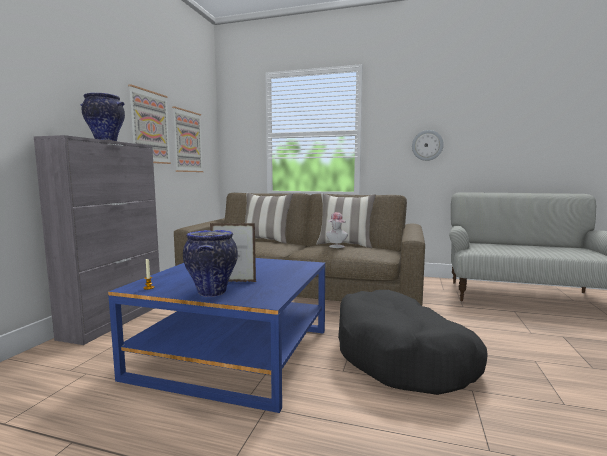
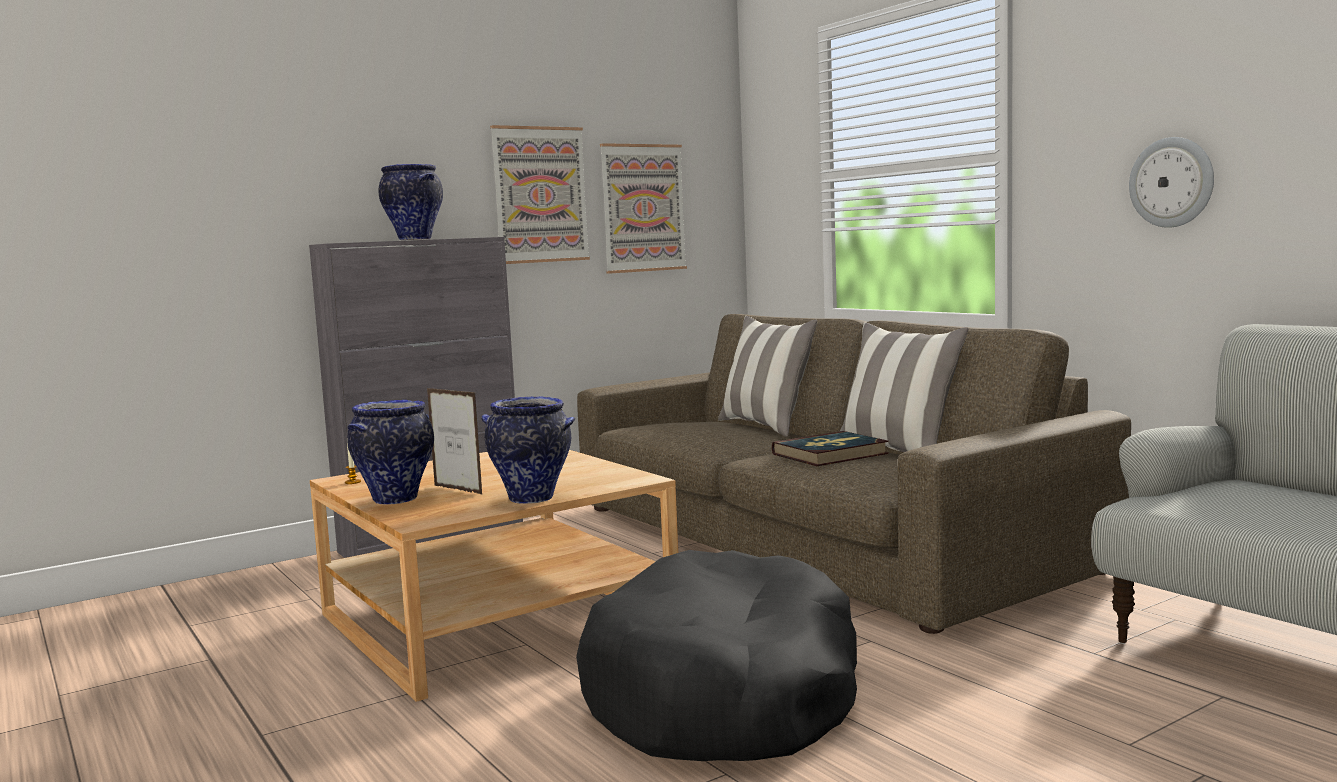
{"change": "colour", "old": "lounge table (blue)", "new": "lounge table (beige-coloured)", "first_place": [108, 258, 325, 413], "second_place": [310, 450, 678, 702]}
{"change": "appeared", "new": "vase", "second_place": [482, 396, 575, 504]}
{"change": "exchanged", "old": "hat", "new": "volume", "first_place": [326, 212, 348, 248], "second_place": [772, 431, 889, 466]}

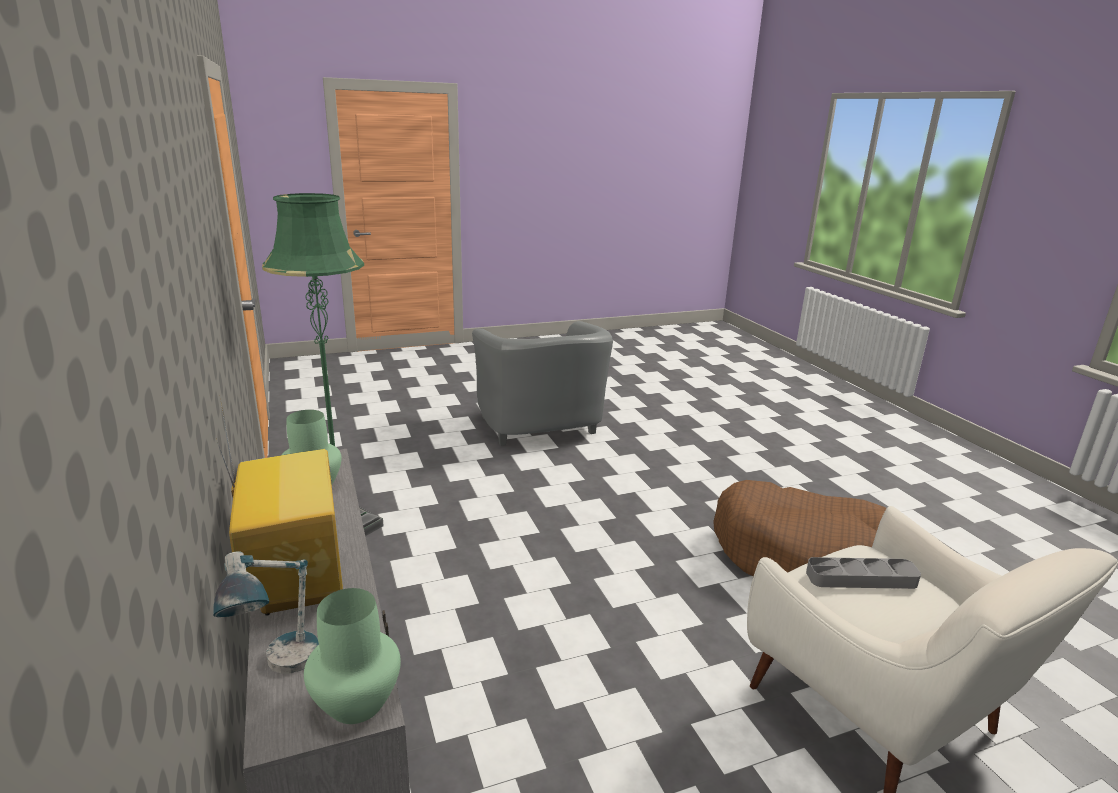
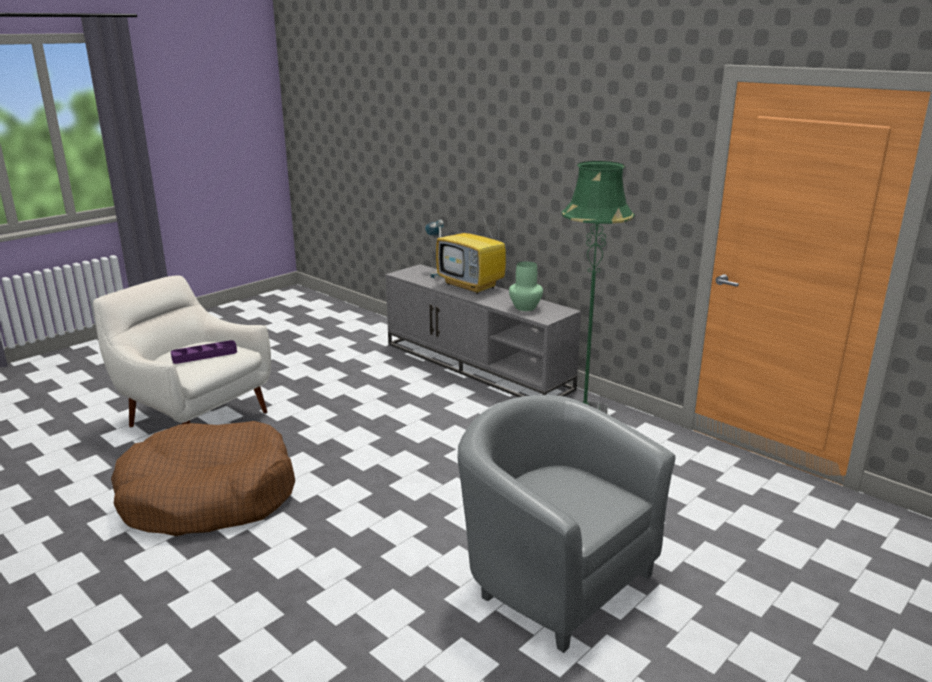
{"change": "colour", "old": "carrying tray (greyish)", "new": "carrying tray (purple)", "first_place": [806, 557, 921, 589], "second_place": [171, 340, 237, 364]}
{"change": "missing", "old": "vase (green)", "first_place": [304, 588, 401, 724]}

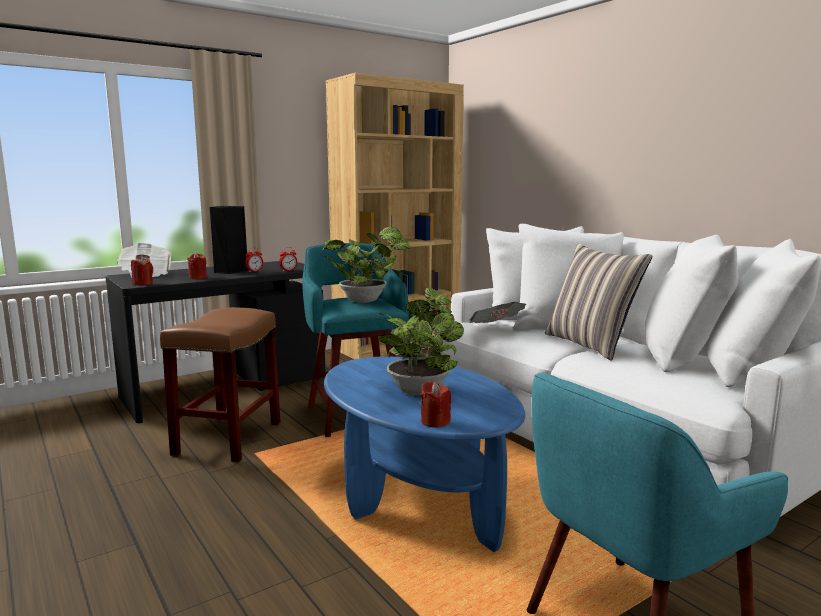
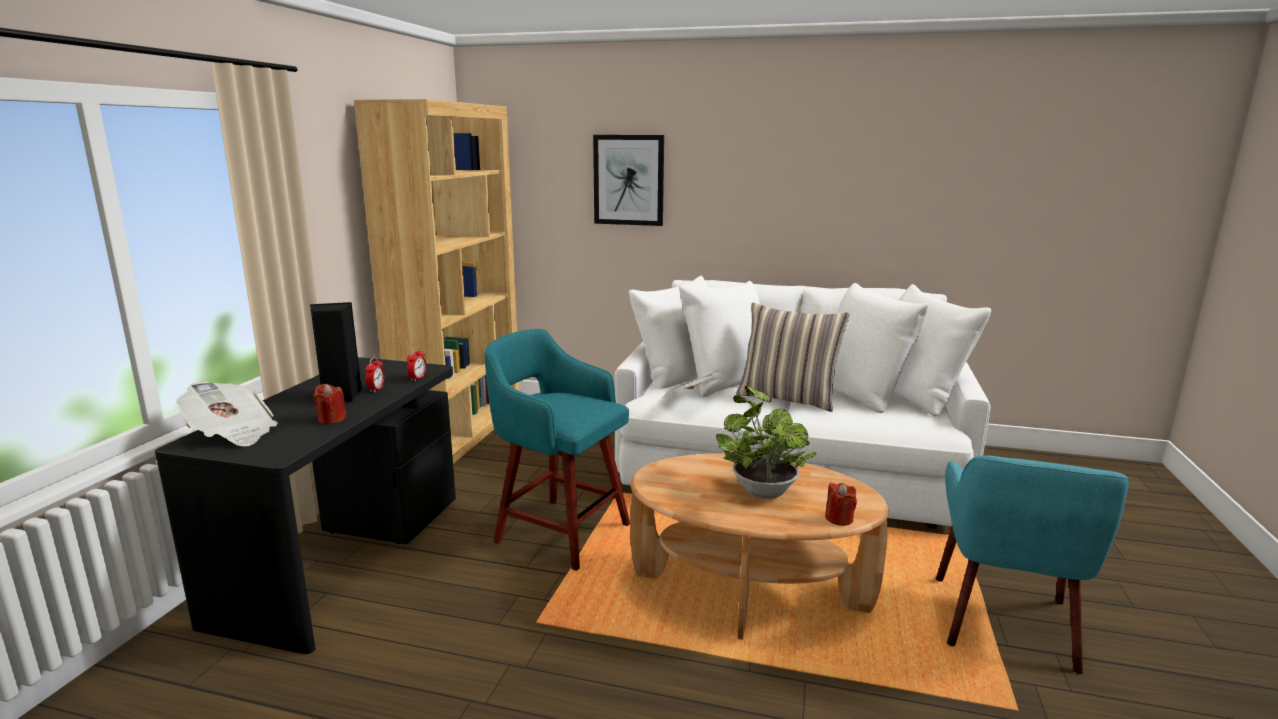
{"change": "appeared", "new": "wall art", "second_place": [593, 135, 664, 226]}
{"change": "colour", "old": "lounge table (blue)", "new": "lounge table (brownish)", "first_place": [324, 357, 525, 552], "second_place": [631, 454, 889, 640]}
{"change": "missing", "old": "wax light (reddish)", "first_place": [131, 257, 153, 285]}
{"change": "missing", "old": "stool (brownish)", "first_place": [160, 307, 281, 463]}
{"change": "missing", "old": "potted plant", "first_place": [322, 227, 411, 303]}

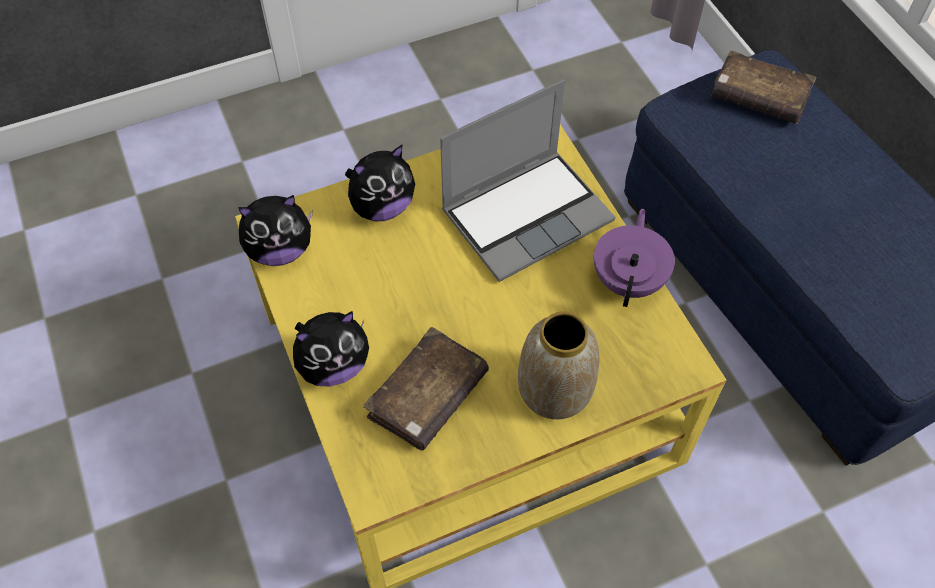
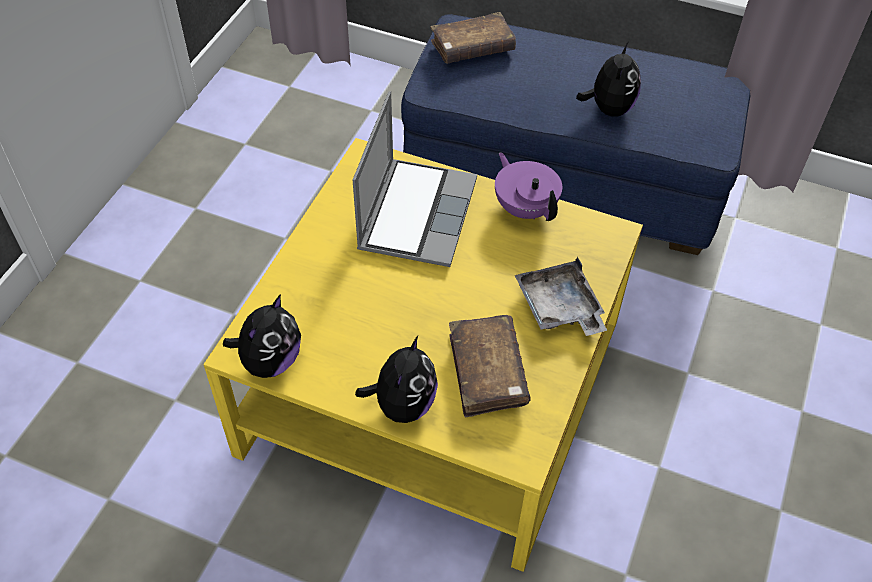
{"change": "exchanged", "old": "vase", "new": "carrying tray (greyish)", "first_place": [518, 312, 599, 419], "second_place": [515, 257, 607, 336]}
{"change": "relocated", "old": "plush toy", "first_place": [345, 145, 415, 221], "second_place": [576, 43, 641, 117]}

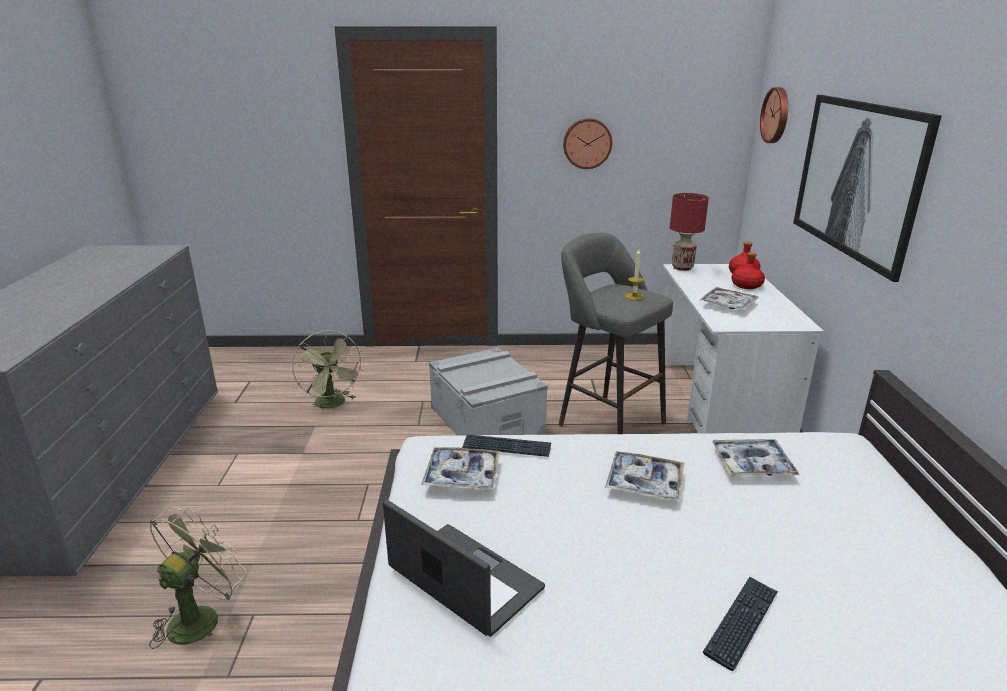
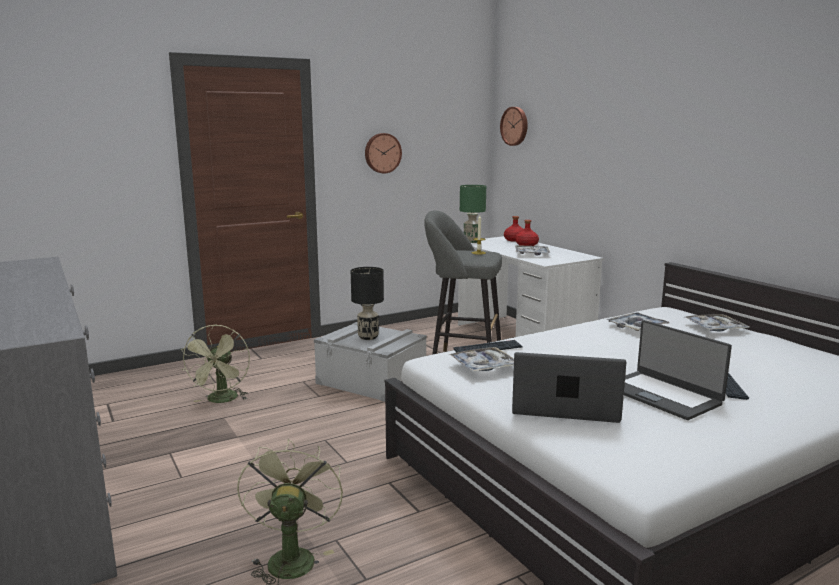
{"change": "spun", "old": "cooling fan (green)", "first_place": [292, 330, 363, 413], "second_place": [181, 325, 250, 403], "degrees": 60}
{"change": "appeared", "new": "table lamp (blackish)", "second_place": [351, 267, 384, 340]}
{"change": "colour", "old": "table lamp (reddish)", "new": "table lamp (green)", "first_place": [670, 193, 709, 271], "second_place": [460, 185, 486, 243]}
{"change": "appeared", "new": "notebook computer", "second_place": [624, 320, 732, 420]}
{"change": "relocated", "old": "carrying tray", "first_place": [605, 451, 684, 501], "second_place": [686, 314, 750, 331]}
{"change": "missing", "old": "wall art", "first_place": [793, 95, 942, 282]}

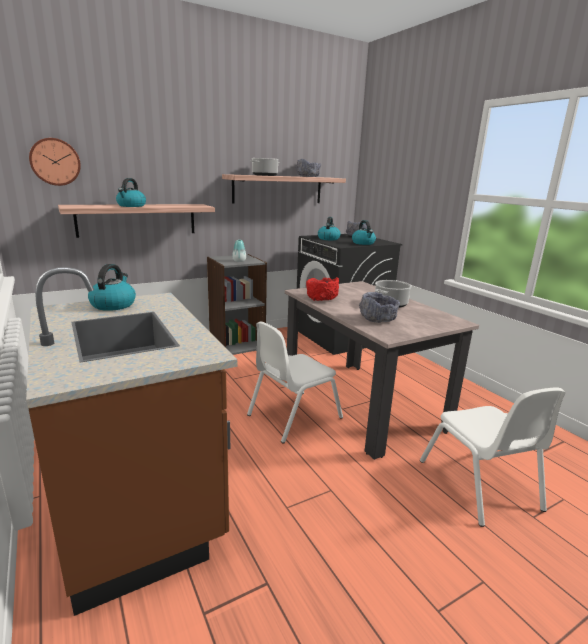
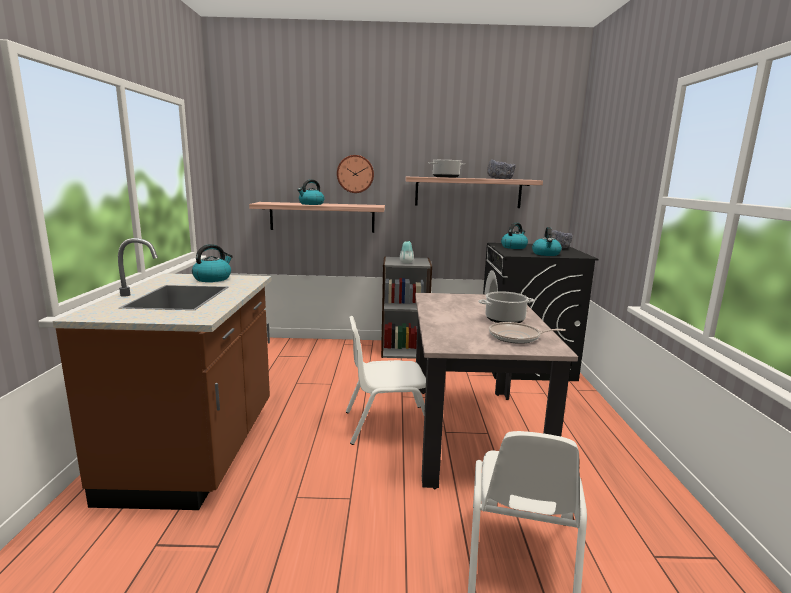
{"change": "relocated", "old": "clock on the wall", "first_place": [29, 138, 81, 186], "second_place": [337, 155, 374, 193]}
{"change": "appeared", "new": "frying pan", "second_place": [489, 322, 566, 344]}
{"change": "missing", "old": "bowl (reddish)", "first_place": [306, 277, 339, 301]}
{"change": "missing", "old": "bowl (greyish)", "first_place": [359, 292, 400, 323]}

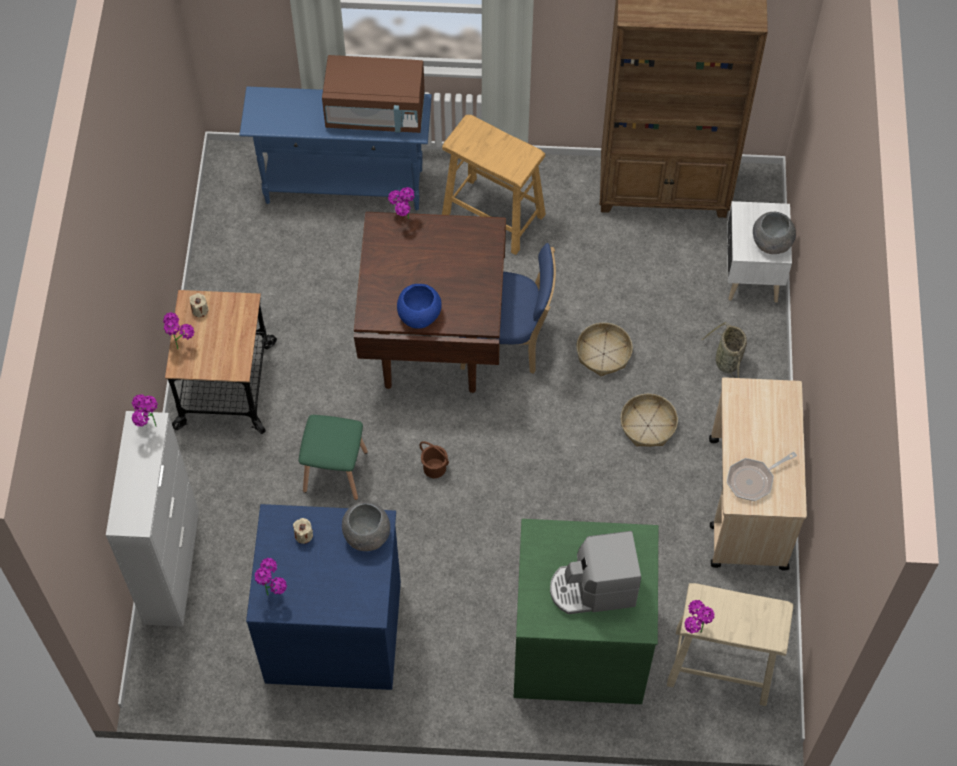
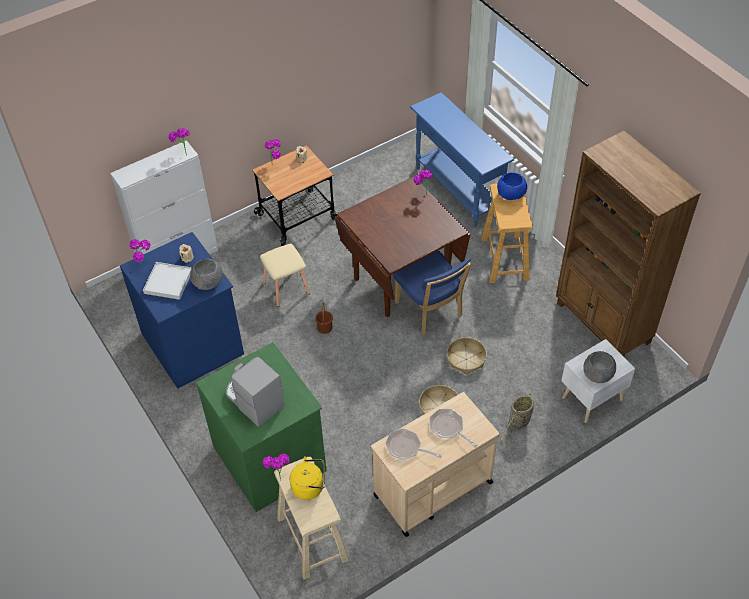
{"change": "appeared", "new": "carrying tray (whitish)", "second_place": [143, 262, 192, 300]}
{"change": "colour", "old": "stool (green)", "new": "stool (beige-coloured)", "first_place": [299, 415, 368, 500], "second_place": [260, 244, 310, 307]}
{"change": "appeared", "new": "kettle (yellow)", "second_place": [290, 456, 325, 500]}
{"change": "appeared", "new": "frying pan", "second_place": [430, 409, 478, 447]}
{"change": "relocated", "old": "bowl (blue)", "first_place": [397, 284, 442, 329], "second_place": [497, 172, 527, 200]}
{"change": "missing", "old": "kitchen microwave (brownish)", "first_place": [322, 55, 425, 133]}

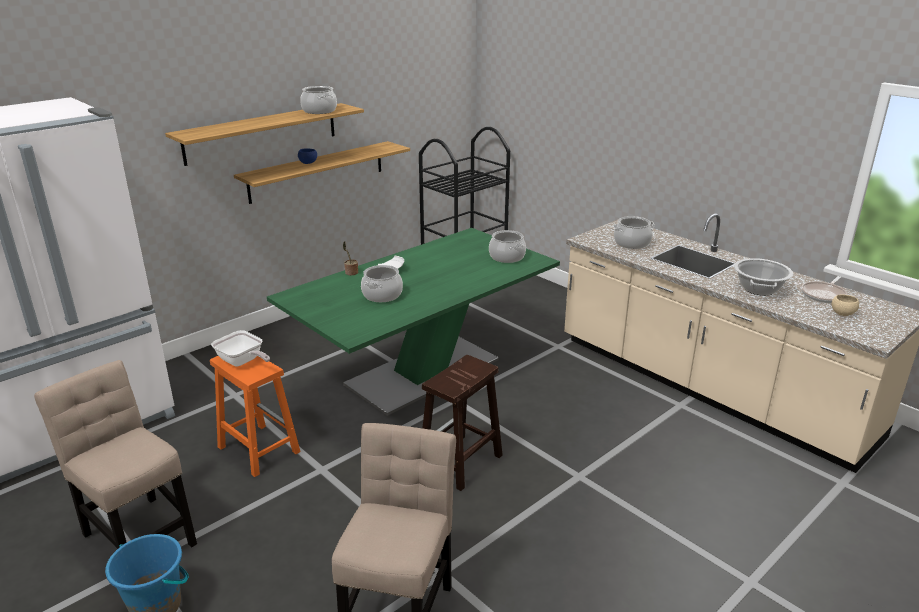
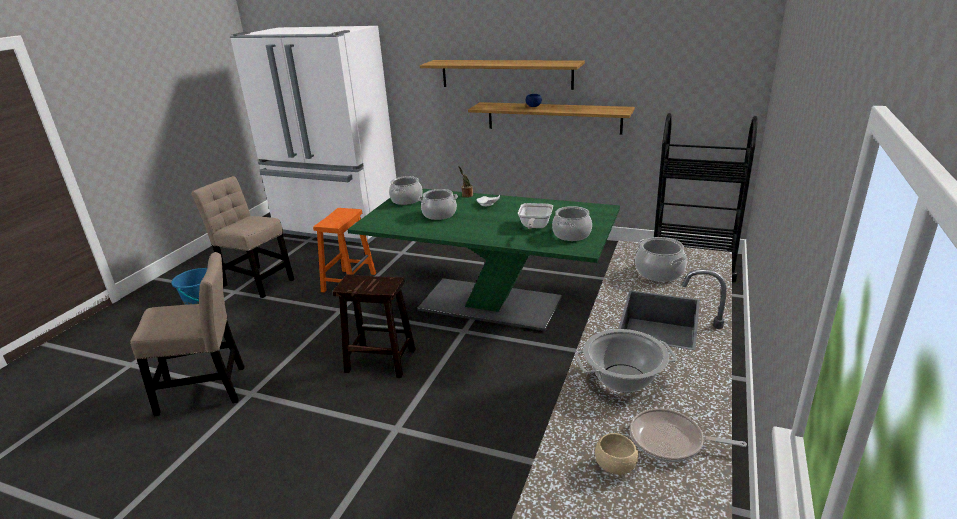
{"change": "spun", "old": "plain chair (beige-coloured)", "first_place": [34, 360, 197, 549], "second_place": [192, 176, 294, 298], "degrees": -75}
{"change": "relocated", "old": "stockpot", "first_place": [300, 86, 337, 114], "second_place": [389, 176, 423, 205]}
{"change": "relocated", "old": "frying pan", "first_place": [211, 330, 270, 367], "second_place": [518, 203, 553, 229]}

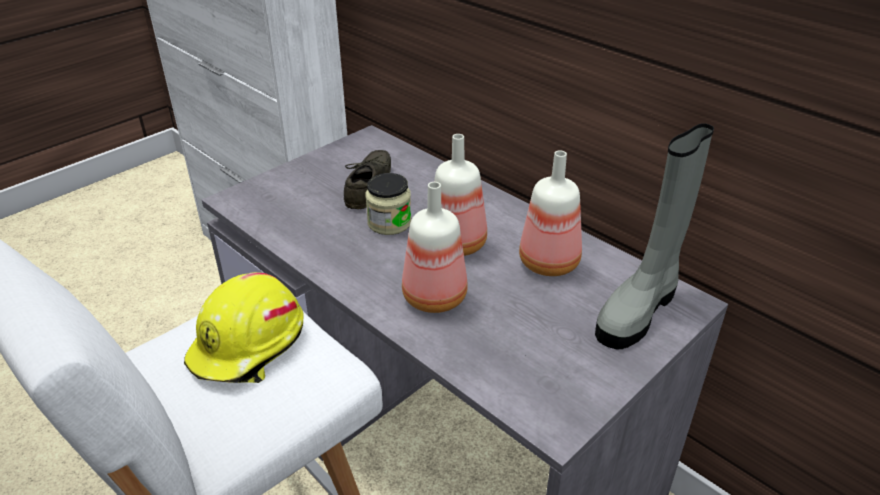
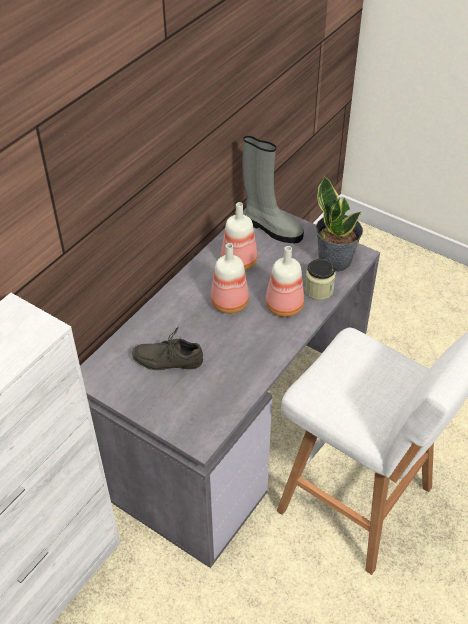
{"change": "relocated", "old": "preserve jar", "first_place": [365, 173, 411, 235], "second_place": [305, 259, 336, 300]}
{"change": "appeared", "new": "potted plant", "second_place": [316, 176, 363, 272]}
{"change": "missing", "old": "safety helmet (yellow)", "first_place": [184, 272, 304, 383]}

